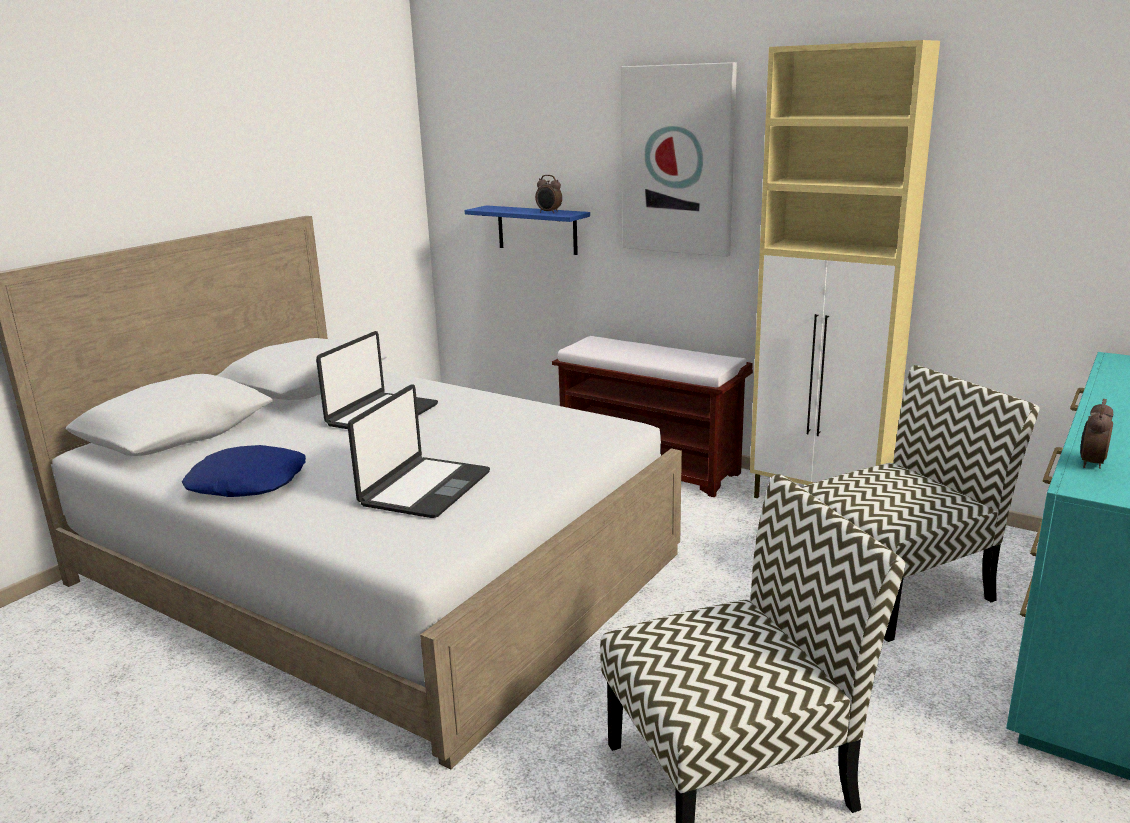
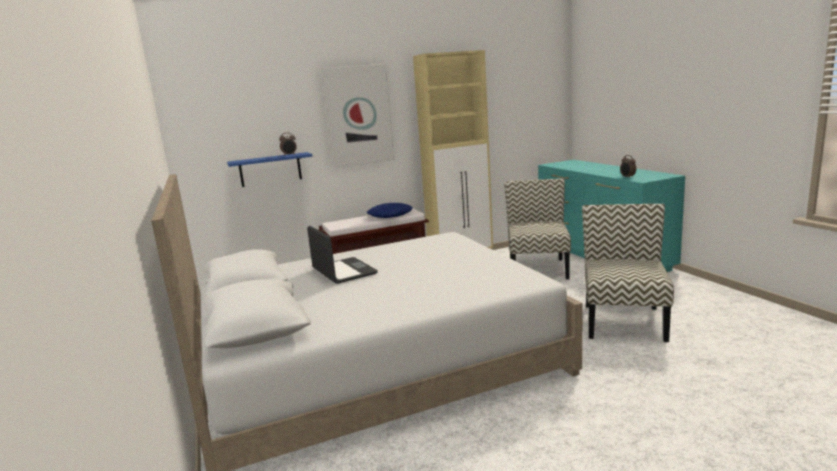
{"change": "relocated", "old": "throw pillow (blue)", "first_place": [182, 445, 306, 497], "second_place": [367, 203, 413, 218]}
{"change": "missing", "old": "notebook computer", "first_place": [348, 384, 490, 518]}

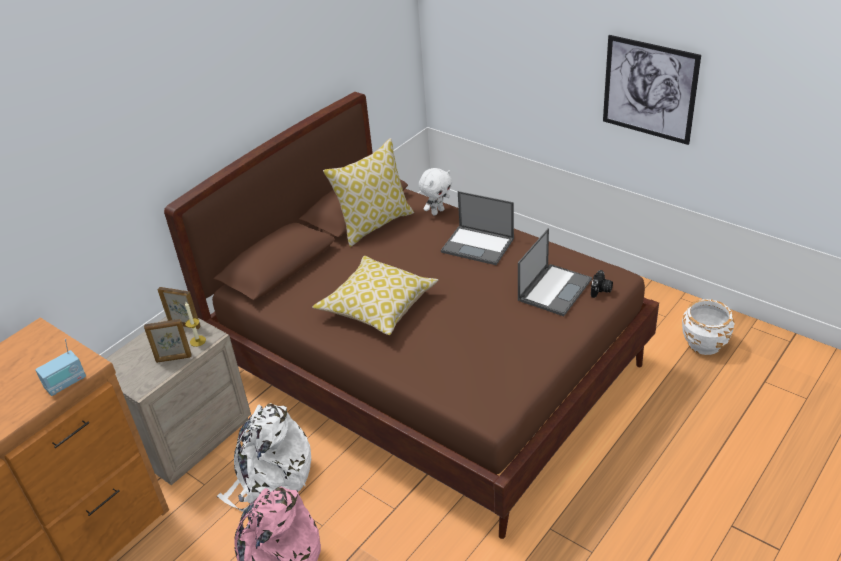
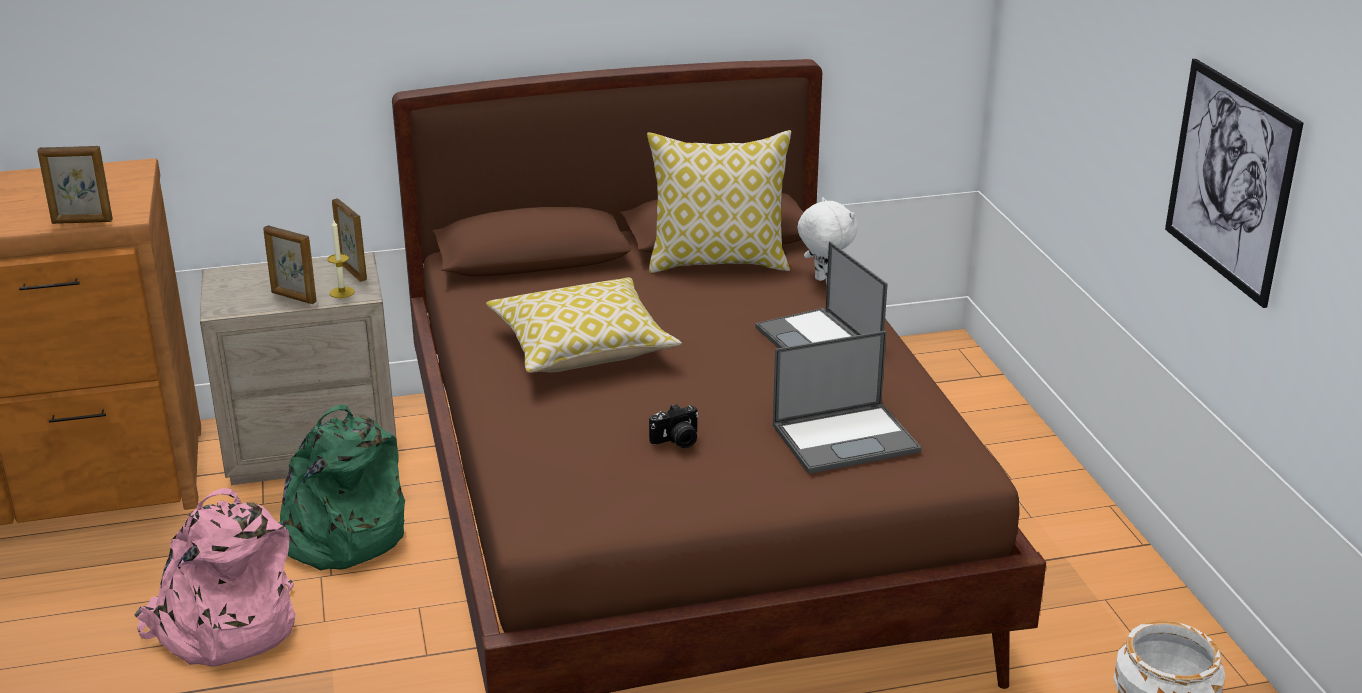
{"change": "exchanged", "old": "radio receiver", "new": "picture frame", "first_place": [35, 339, 86, 396], "second_place": [37, 146, 113, 224]}
{"change": "colour", "old": "backpack (whitish)", "new": "backpack (green)", "first_place": [217, 403, 311, 512], "second_place": [278, 404, 405, 570]}
{"change": "relocated", "old": "photo camera", "first_place": [591, 270, 613, 298], "second_place": [649, 404, 699, 448]}
{"change": "spun", "old": "plush toy (whitish)", "first_place": [419, 168, 452, 216], "second_place": [797, 197, 857, 285], "degrees": -120}

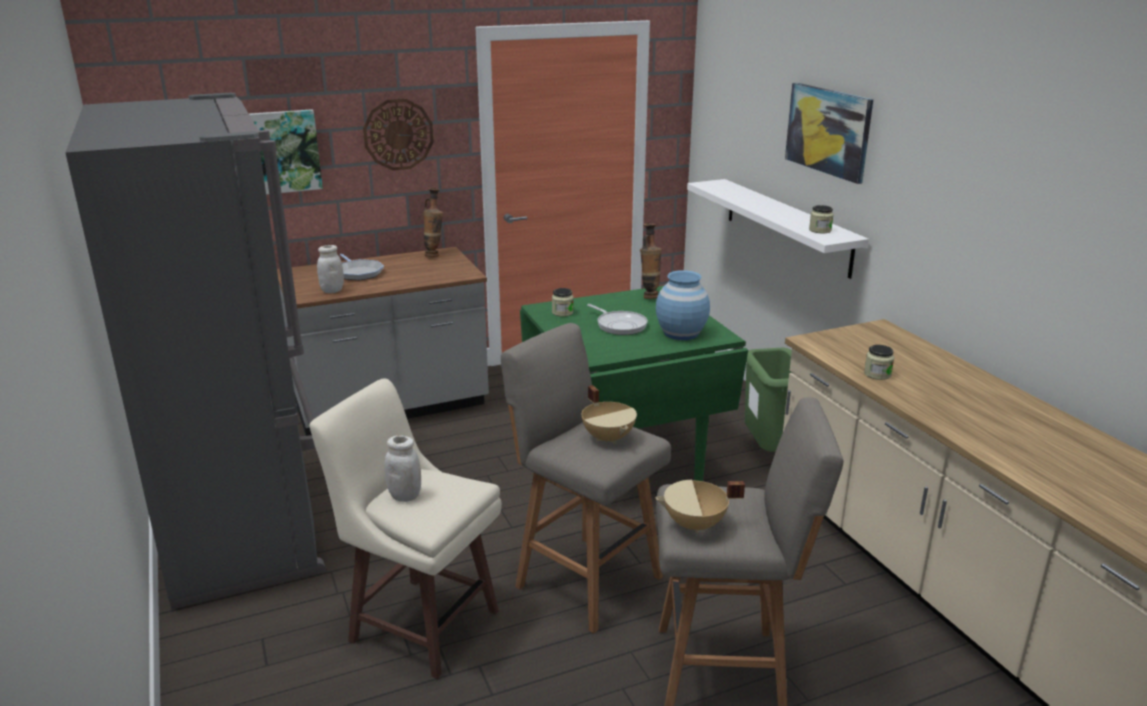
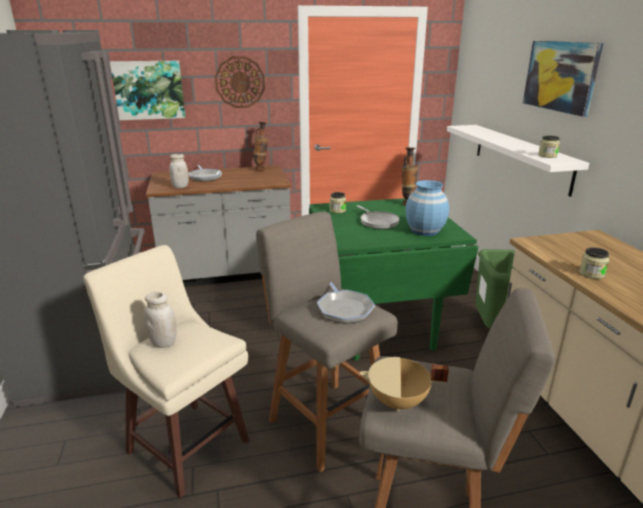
{"change": "exchanged", "old": "stockpot (beige-coloured)", "new": "frying pan", "first_place": [582, 385, 637, 444], "second_place": [317, 282, 375, 324]}

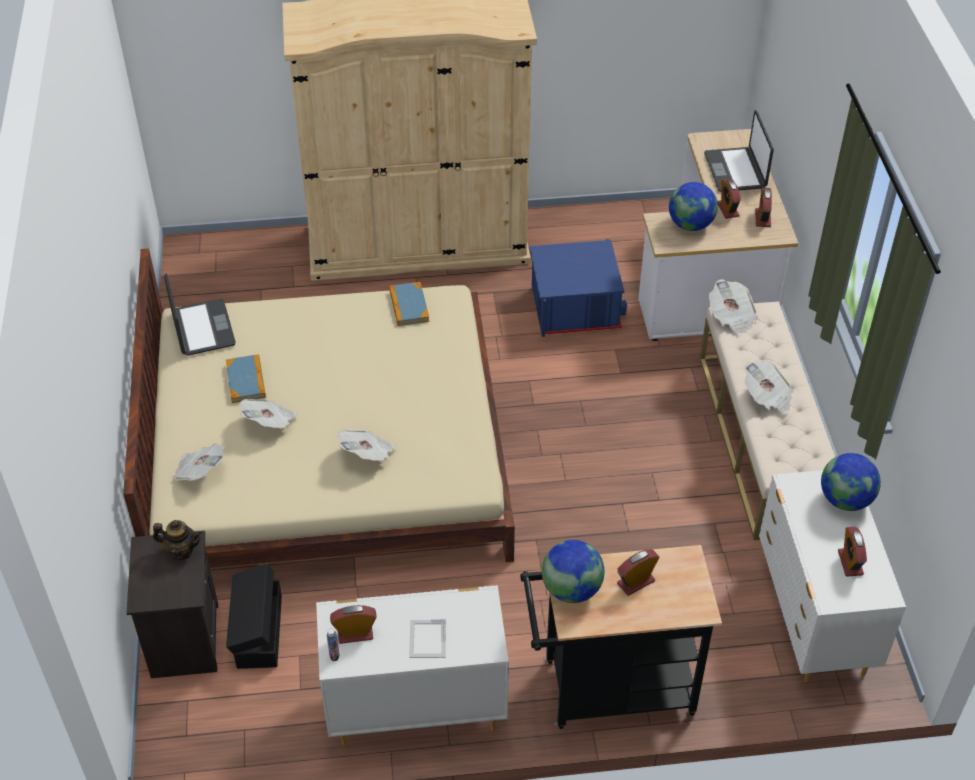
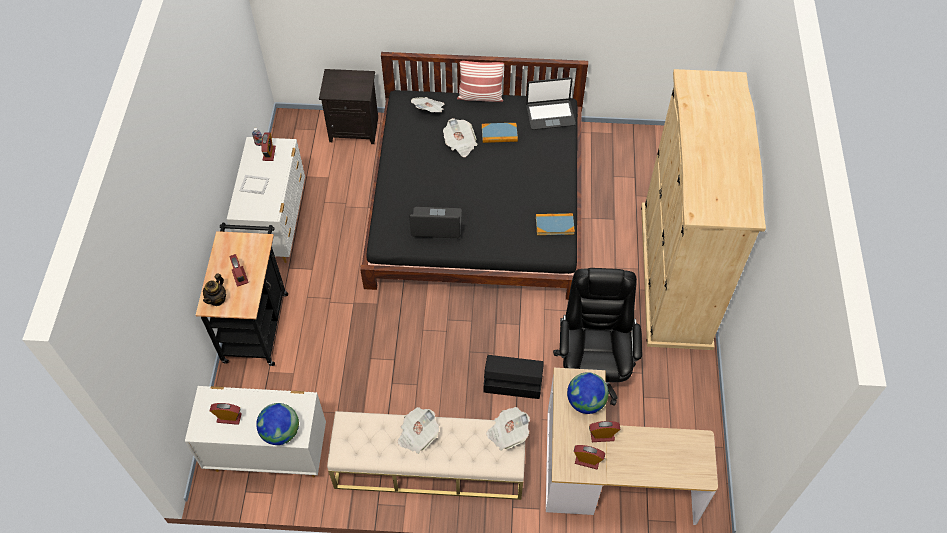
{"change": "relocated", "old": "tea pot", "first_place": [153, 520, 202, 560], "second_place": [203, 273, 226, 306]}
{"change": "colour", "old": "bed (beige-coloured)", "new": "bed (blackish)", "first_place": [123, 248, 515, 568], "second_place": [360, 52, 588, 300]}
{"change": "relocated", "old": "notebook computer", "first_place": [704, 110, 774, 192], "second_place": [409, 207, 462, 238]}
{"change": "appeared", "new": "throw pillow", "second_place": [457, 61, 504, 102]}
{"change": "relocated", "old": "storage box (blackish)", "first_place": [226, 564, 282, 669], "second_place": [483, 355, 544, 399]}
{"change": "exchanged", "old": "storage box (blue)", "new": "computer chair (blackish)", "first_place": [529, 239, 628, 337], "second_place": [553, 268, 642, 406]}
{"change": "missing", "old": "newspaper", "first_place": [337, 430, 396, 461]}
{"change": "missing", "old": "world globe", "first_place": [542, 540, 604, 603]}

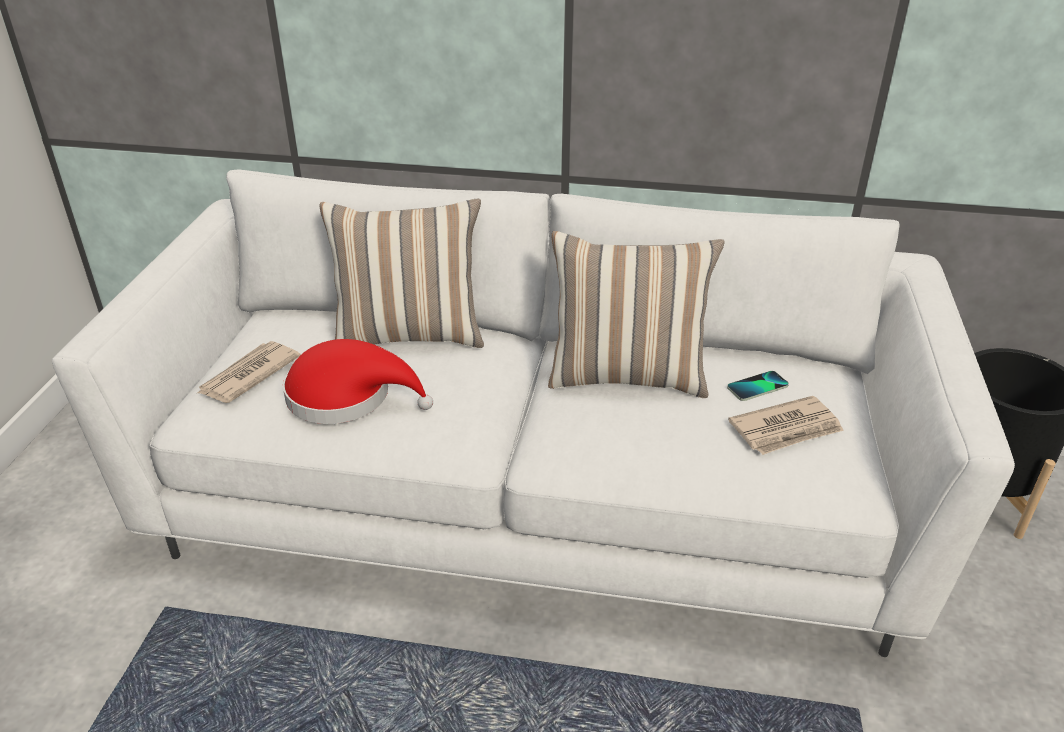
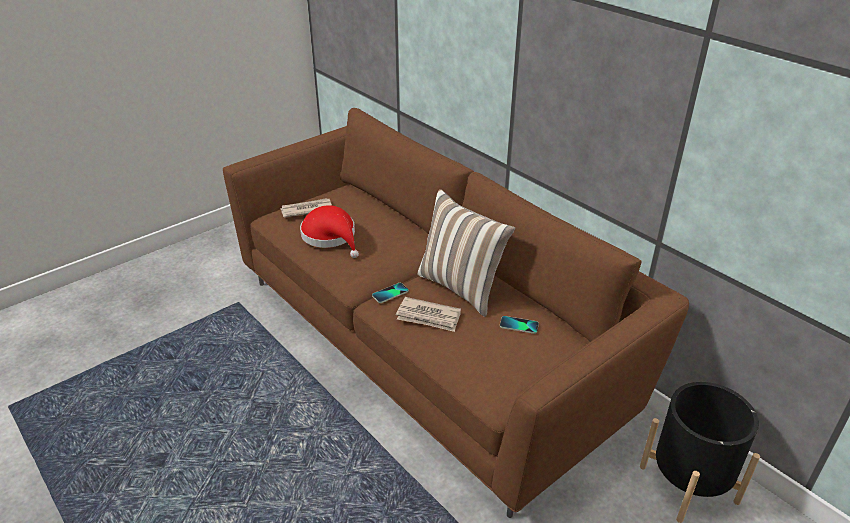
{"change": "colour", "old": "couch (whitish)", "new": "couch (brownish)", "first_place": [52, 170, 1015, 657], "second_place": [223, 108, 689, 518]}
{"change": "appeared", "new": "handset", "second_place": [372, 283, 409, 303]}
{"change": "relocated", "old": "newspaper", "first_place": [728, 396, 844, 455], "second_place": [396, 297, 461, 332]}
{"change": "missing", "old": "throw pillow", "first_place": [319, 198, 484, 348]}

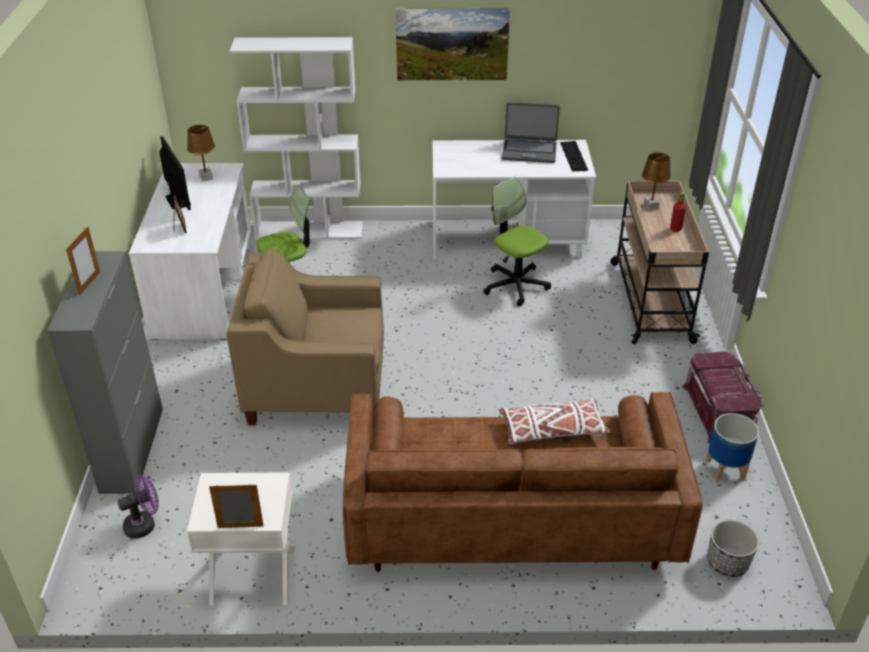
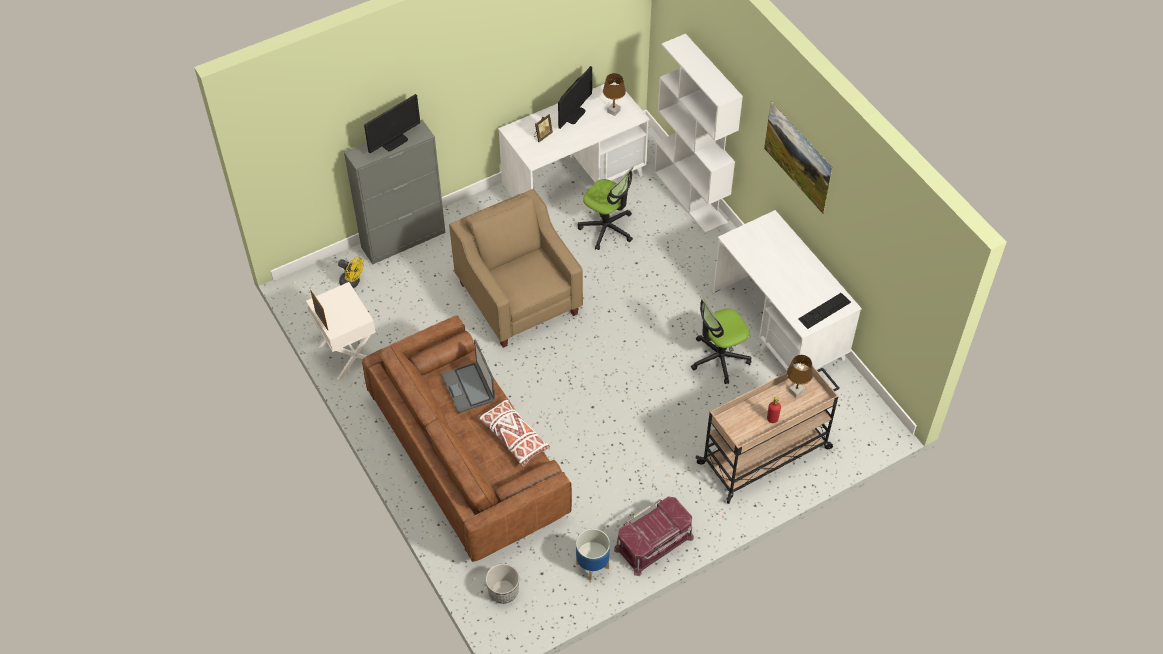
{"change": "colour", "old": "cooling fan (purple)", "new": "cooling fan (yellow)", "first_place": [117, 476, 159, 539], "second_place": [338, 257, 364, 288]}
{"change": "exchanged", "old": "picture frame", "new": "computer screen", "first_place": [66, 227, 100, 296], "second_place": [364, 94, 420, 153]}
{"change": "relocated", "old": "notebook computer", "first_place": [502, 102, 560, 163], "second_place": [441, 340, 495, 413]}
{"change": "spun", "old": "computer chair", "first_place": [483, 177, 551, 306], "second_place": [691, 296, 751, 384], "degrees": -135}

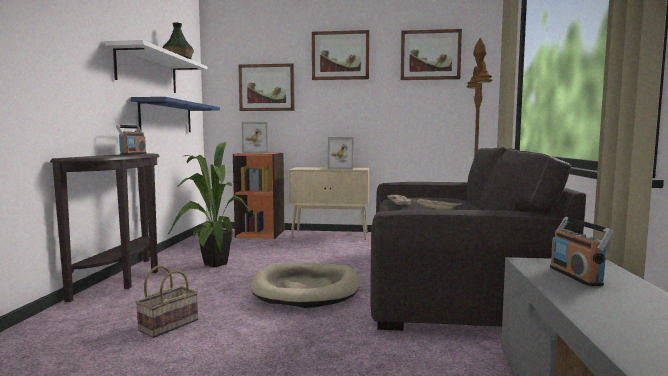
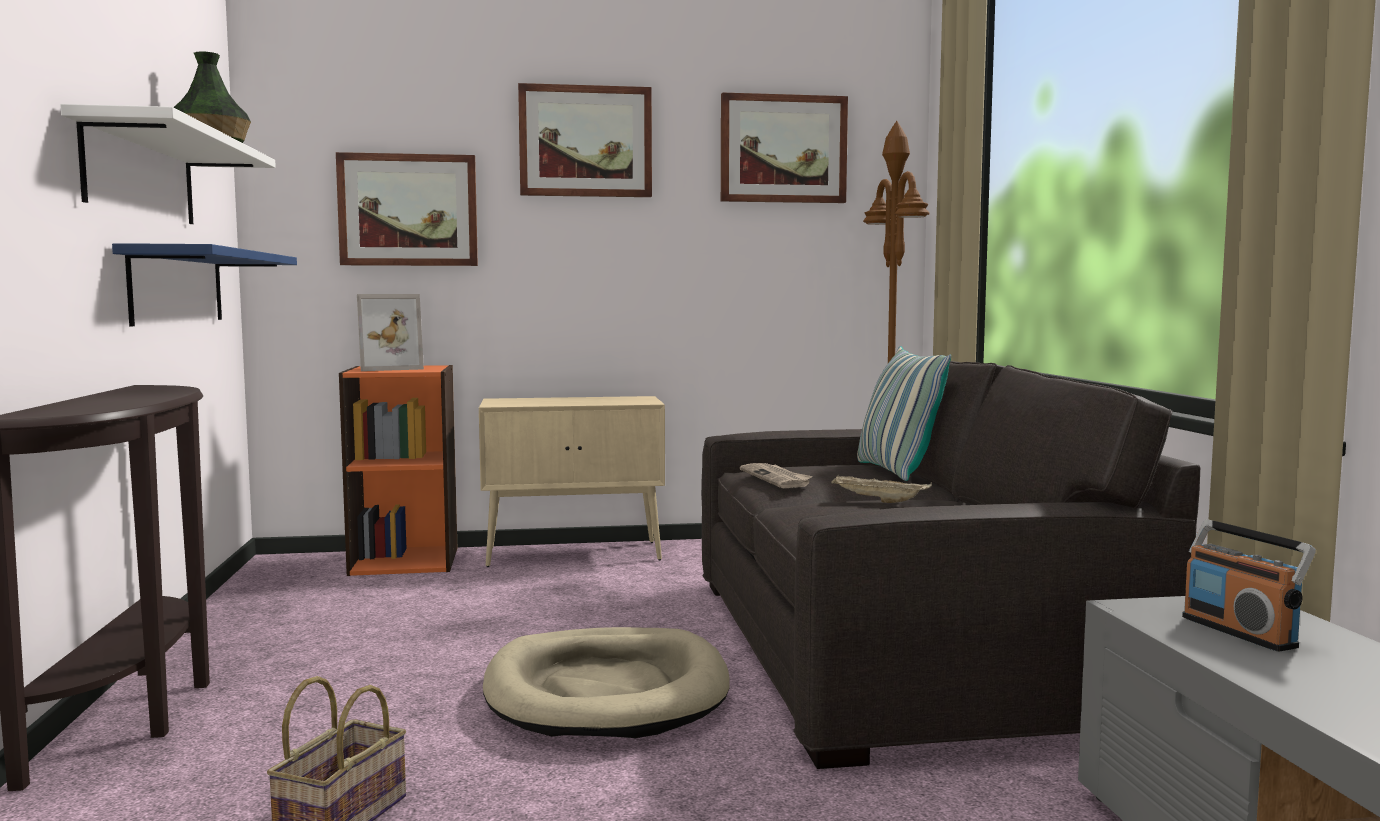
{"change": "appeared", "new": "throw pillow", "second_place": [857, 346, 951, 481]}
{"change": "missing", "old": "radio receiver", "first_place": [116, 125, 146, 155]}
{"change": "missing", "old": "potted plant", "first_place": [168, 142, 254, 268]}
{"change": "missing", "old": "picture frame", "first_place": [328, 137, 354, 170]}

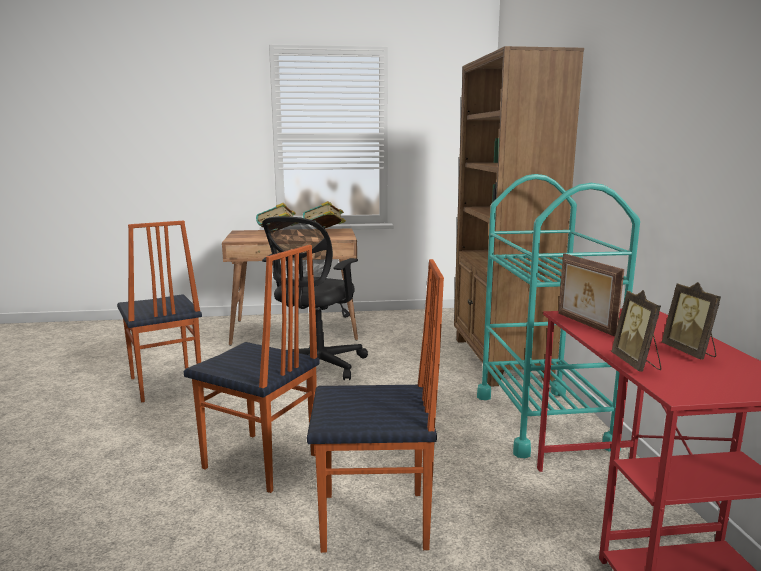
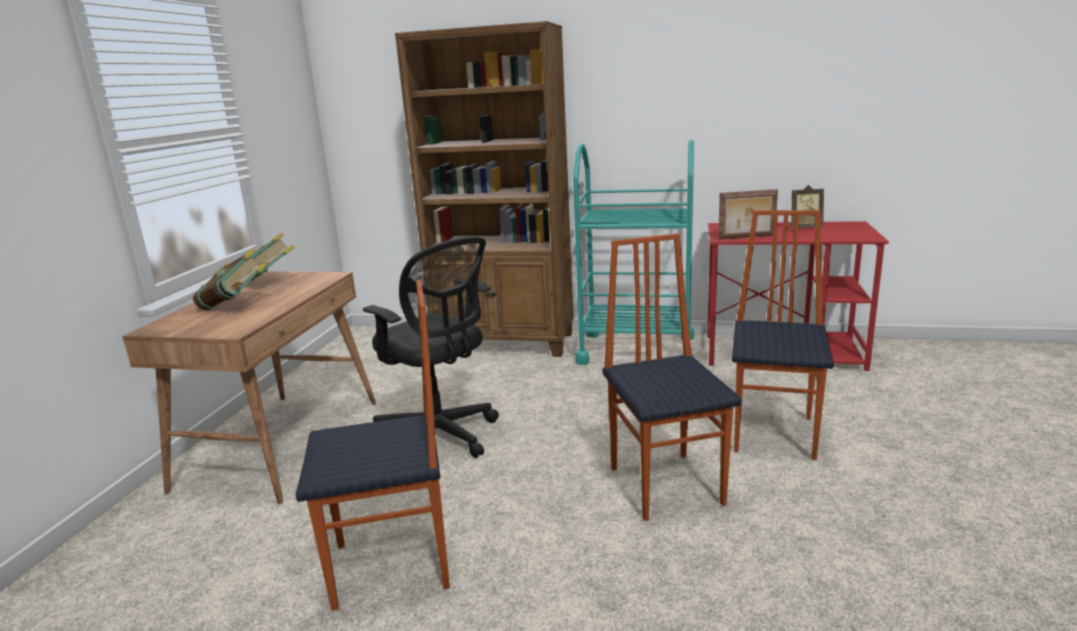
{"change": "spun", "old": "plain chair", "first_place": [184, 245, 320, 493], "second_place": [603, 233, 742, 521], "degrees": -60}
{"change": "missing", "old": "picture frame", "first_place": [611, 290, 661, 372]}

